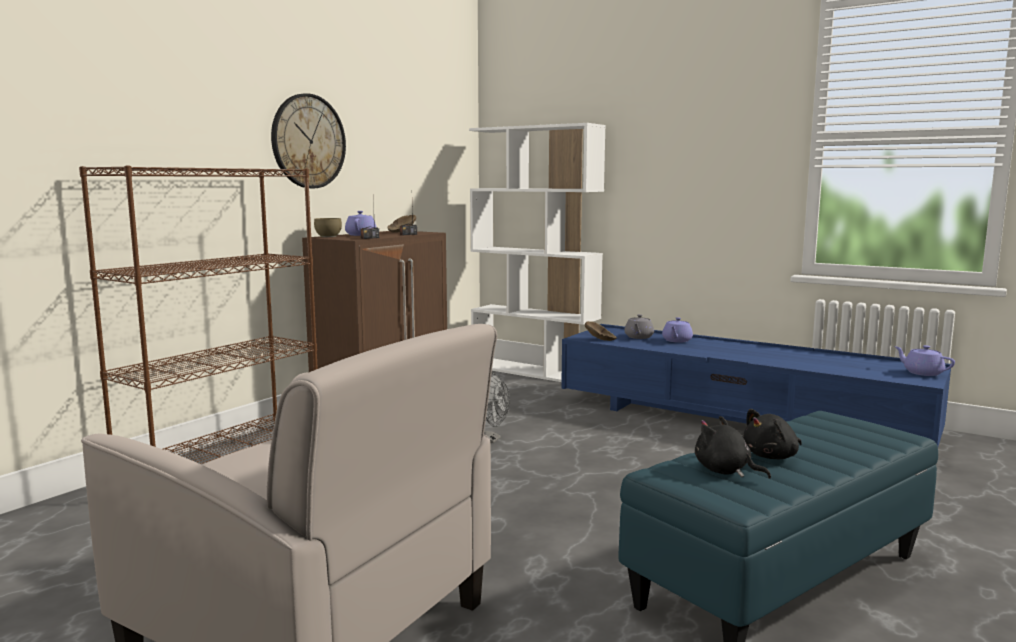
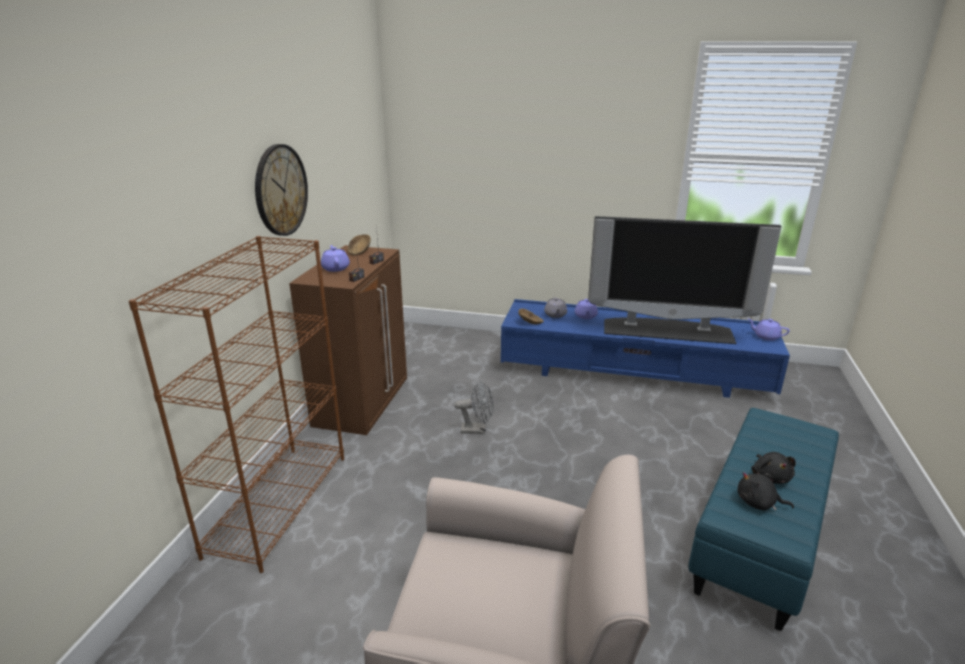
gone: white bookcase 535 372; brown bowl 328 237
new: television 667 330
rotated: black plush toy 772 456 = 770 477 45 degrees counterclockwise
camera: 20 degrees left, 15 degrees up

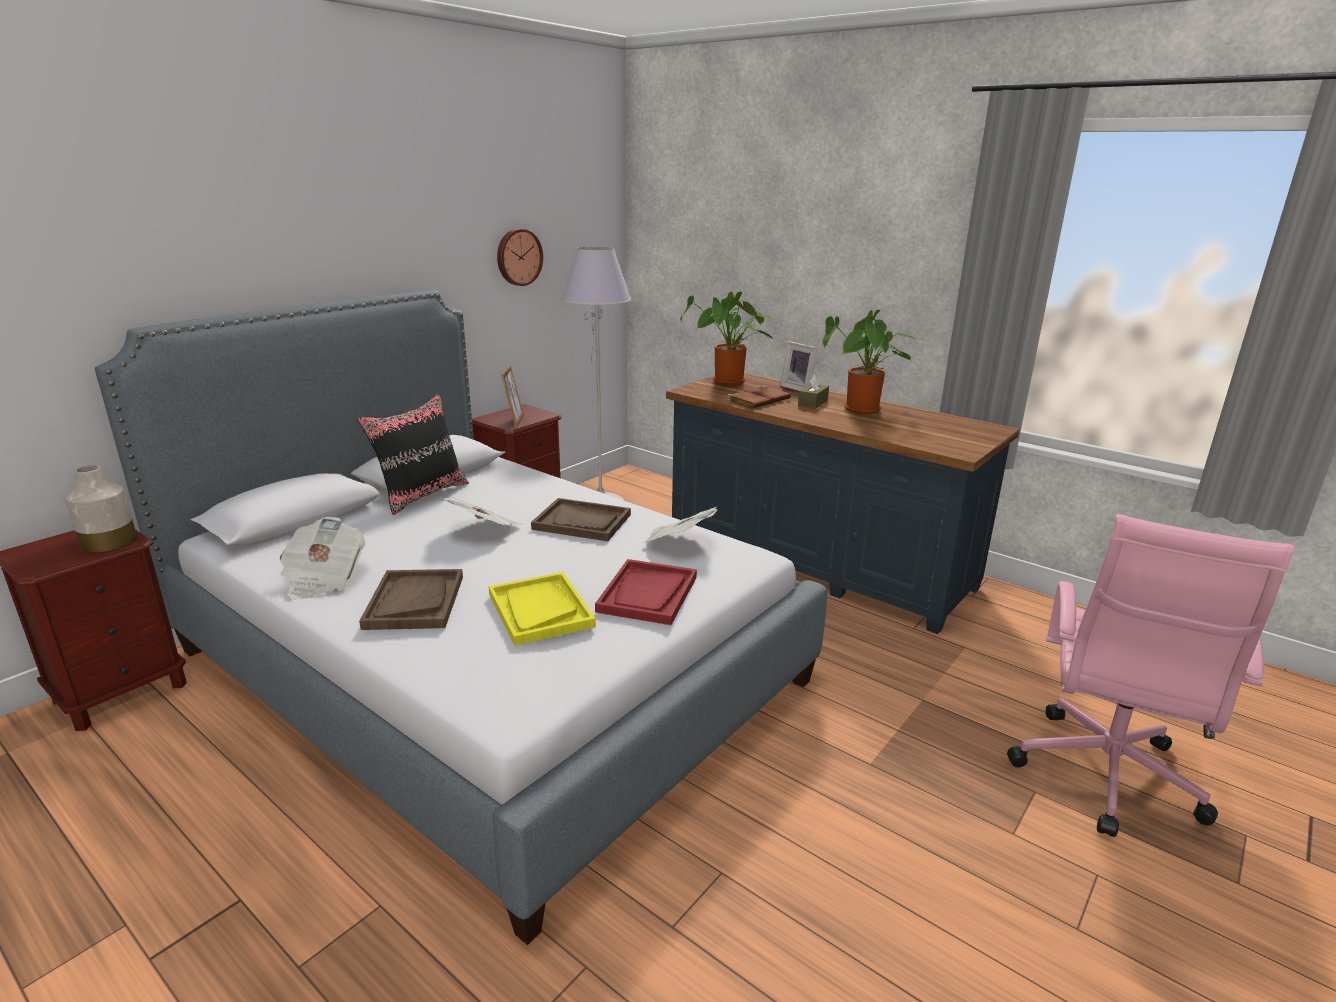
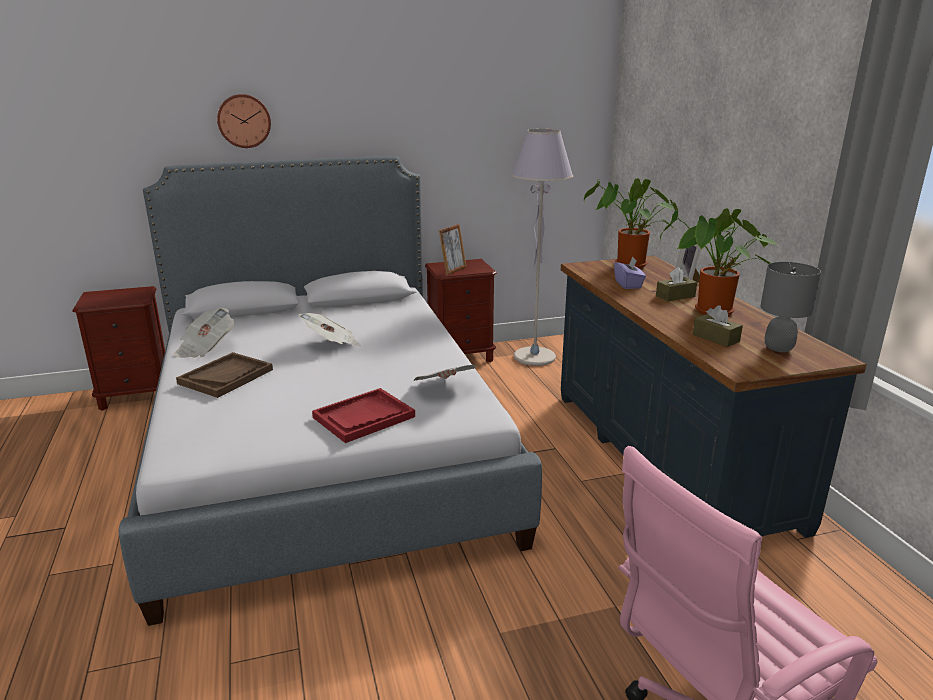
gone: black pillow 422 495; beige vase 109 542; brown tray 582 522; yellow tray 540 610
new: grey table lamp 779 349; brown tissue box 715 338
shifted: wall clock 518 257 to 244 121
swapped: brown book 759 400 to purple tissue box 628 284
camera: 35 degrees right, 0 degrees up

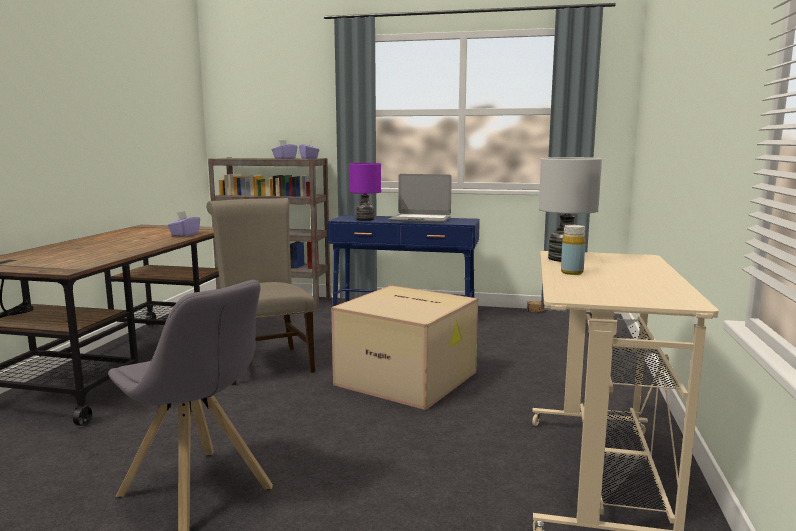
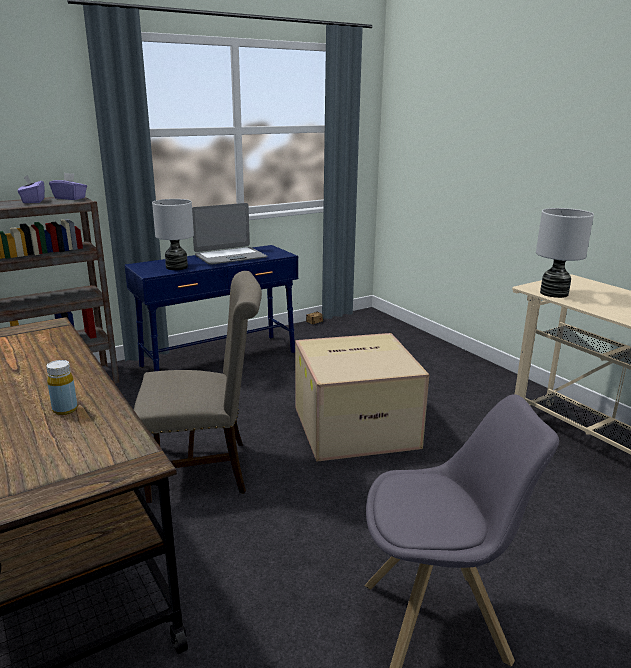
gone: purple tissue box 184 234
shifted: yellow bottle 572 272 to 65 410
repainted: purple table lamp 365 219 to grey table lamp 176 267
rotated: beige chair 264 362 = 206 469 150 degrees clockwise
camera: 45 degrees left, 10 degrees up

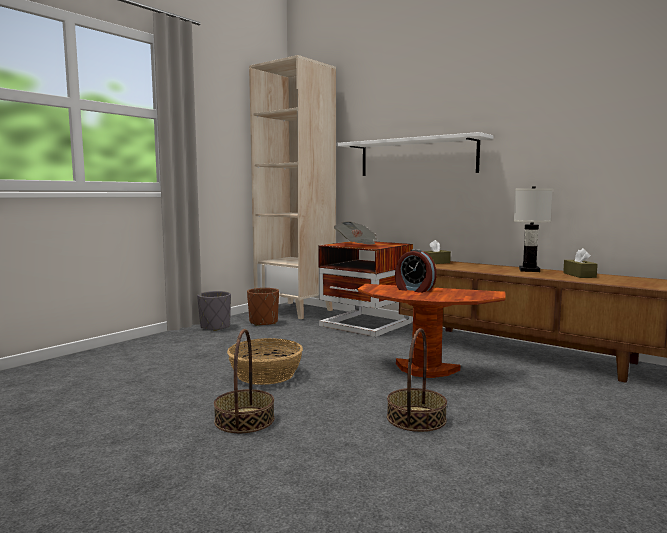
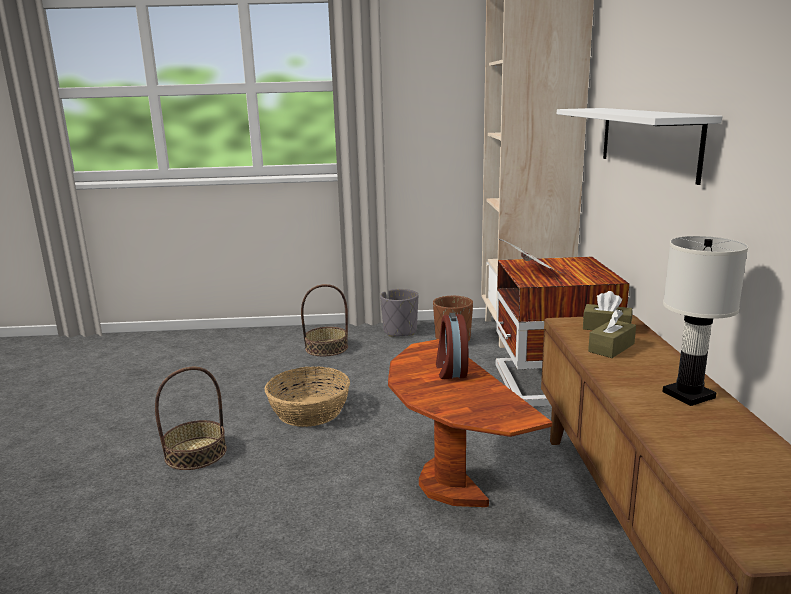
shifted: brown tissue box 579 275 to 611 348; basket 416 418 to 326 348
camera: 50 degrees right, 10 degrees up

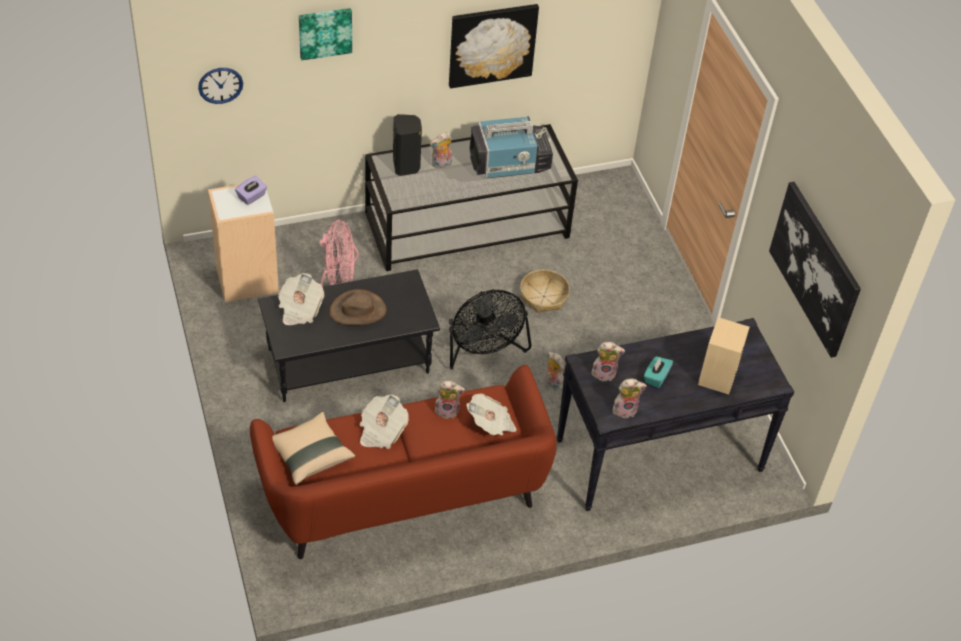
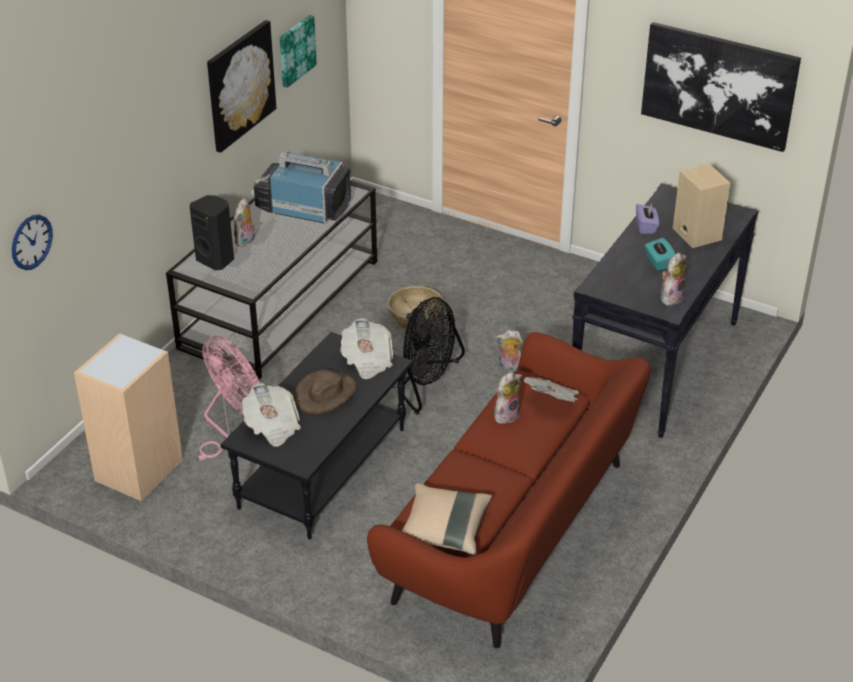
gone: plush toy 604 372
shifted: picture 325 32 to 295 50; purple tissue box 252 197 to 646 227; newspaper 381 431 to 367 361
rotated: television 510 163 = 303 207 105 degrees counterclockwise
camera: 40 degrees left, 10 degrees down

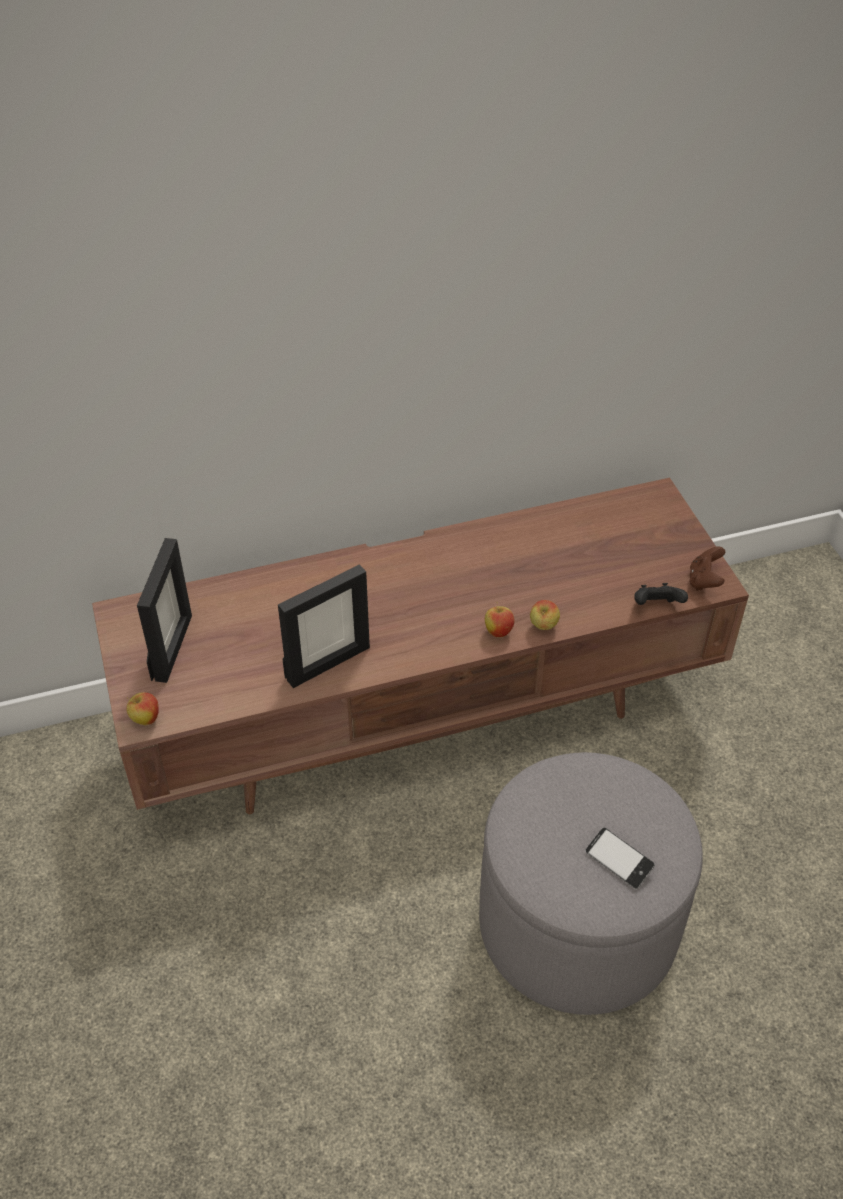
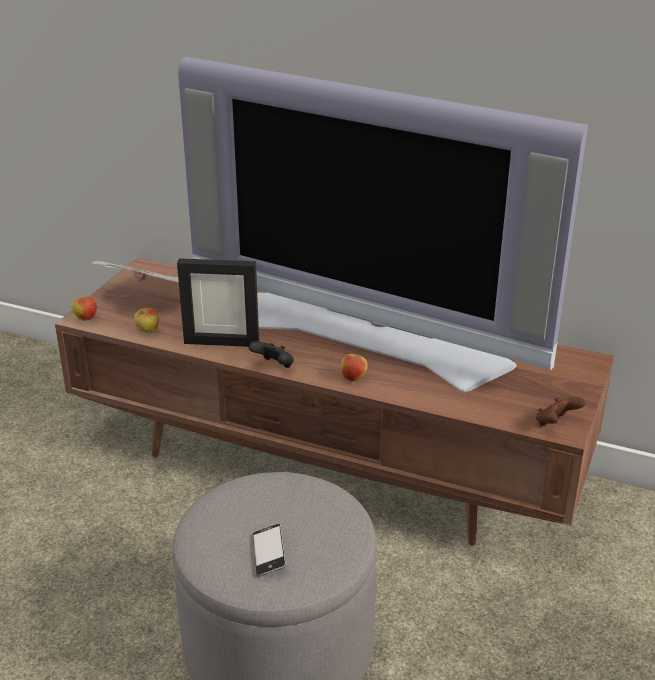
new: television 371 337
shifted: black game controller 656 606 to 274 366; apple 543 626 to 147 331
swapped: picture frame 172 647 to newspaper 147 294
camera: 40 degrees right, 15 degrees down

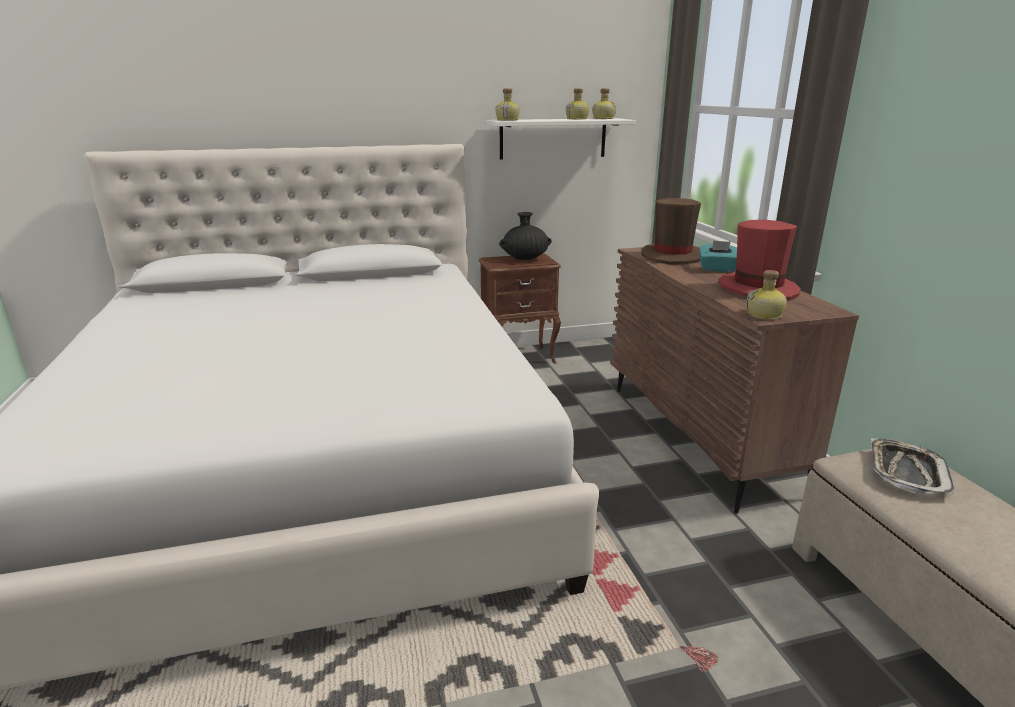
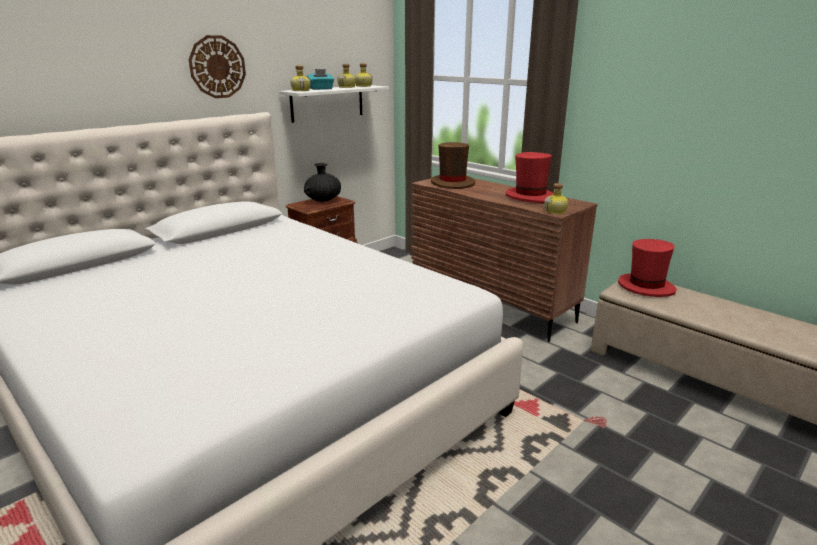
new: wall clock 217 67
shifted: turquoise tissue box 717 269 to 321 89
swapped: tray 906 472 to red hat 646 287
camera: 30 degrees left, 0 degrees up

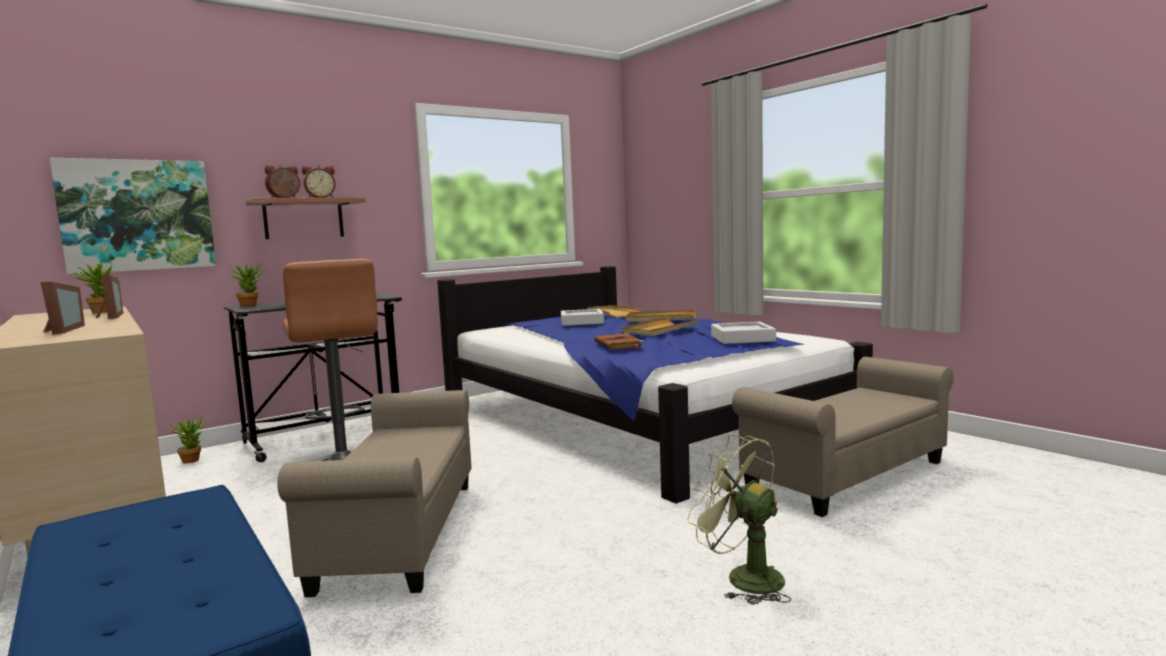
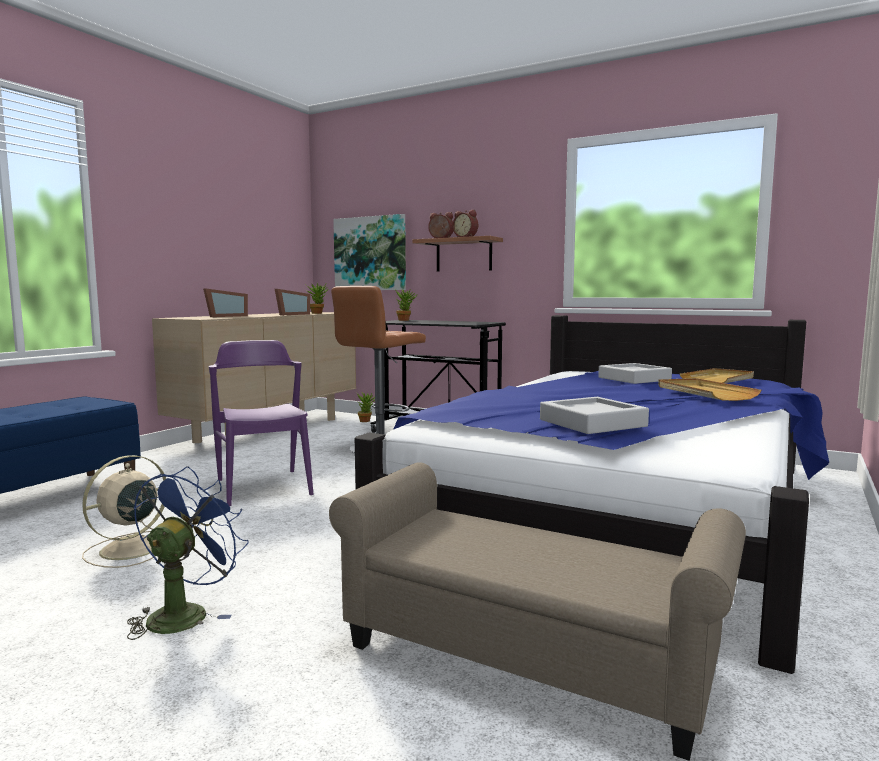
gone: beige tray 659 330; brown book 619 344
new: beige fan 128 549
swapped: beige ottoman 400 532 to purple chair 263 487
repainted: green fan 743 578 to blue fan 184 613
camera: 65 degrees right, 0 degrees up

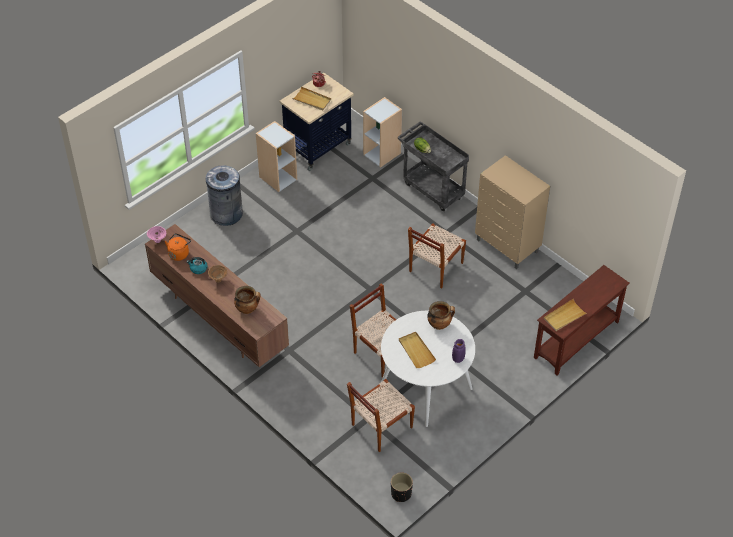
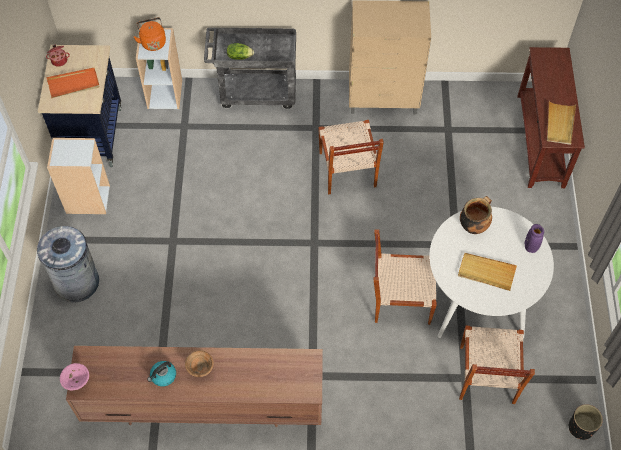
gone: cooking pot 247 309
shifted: orange kettle 179 253 to 153 42
repainted: beige tray 312 100 to orange tray 73 84
camera: 45 degrees left, 10 degrees up

